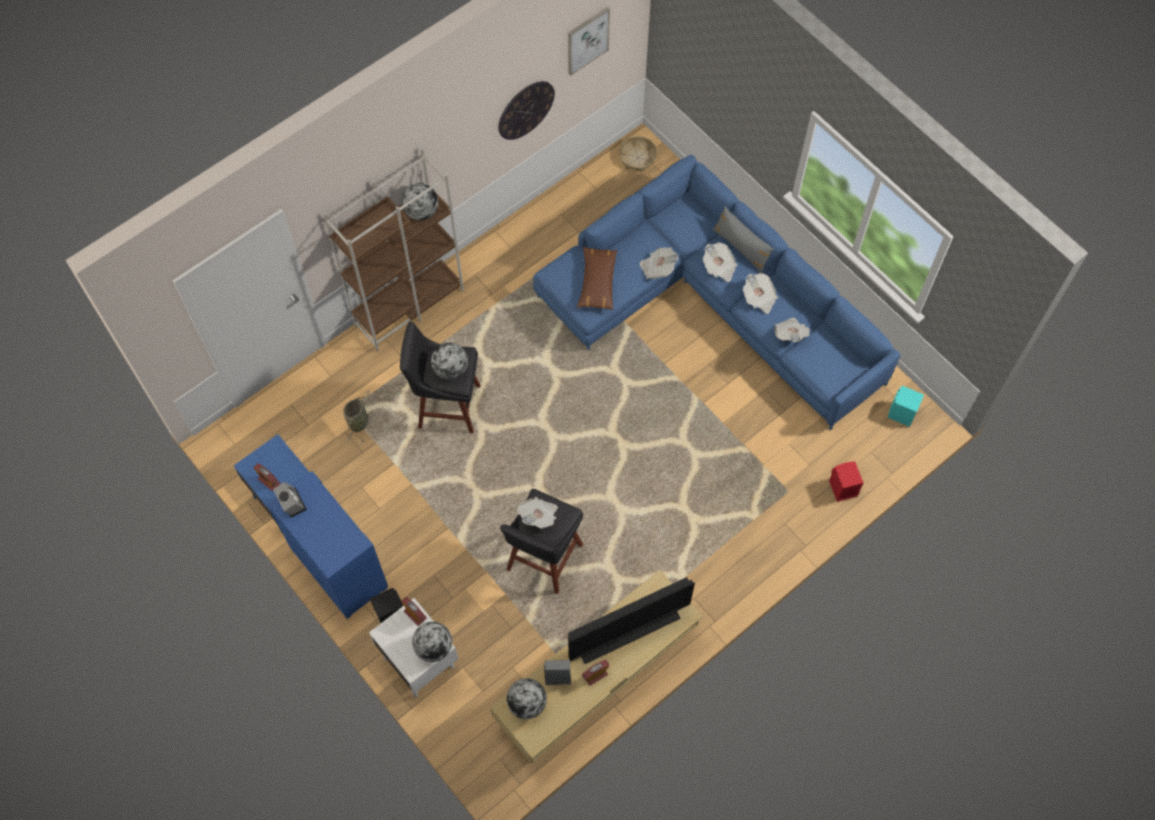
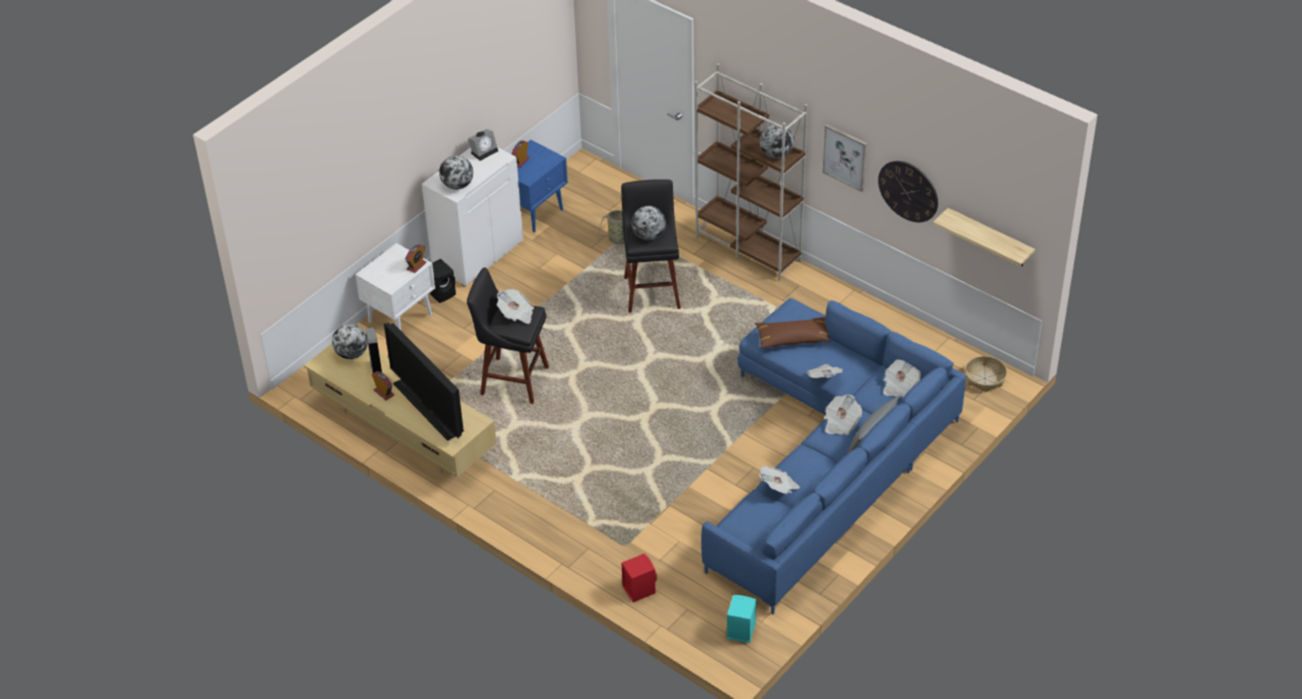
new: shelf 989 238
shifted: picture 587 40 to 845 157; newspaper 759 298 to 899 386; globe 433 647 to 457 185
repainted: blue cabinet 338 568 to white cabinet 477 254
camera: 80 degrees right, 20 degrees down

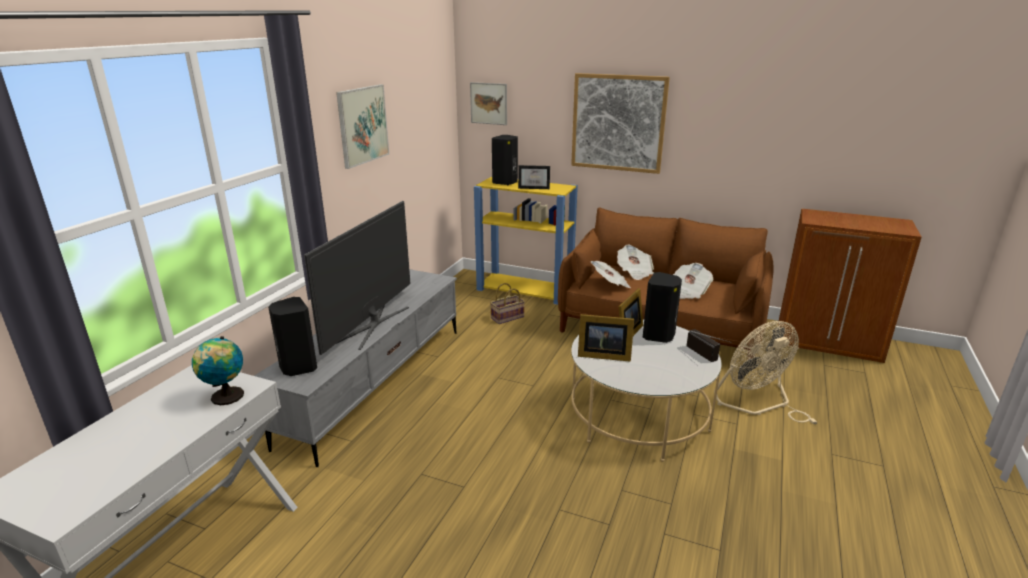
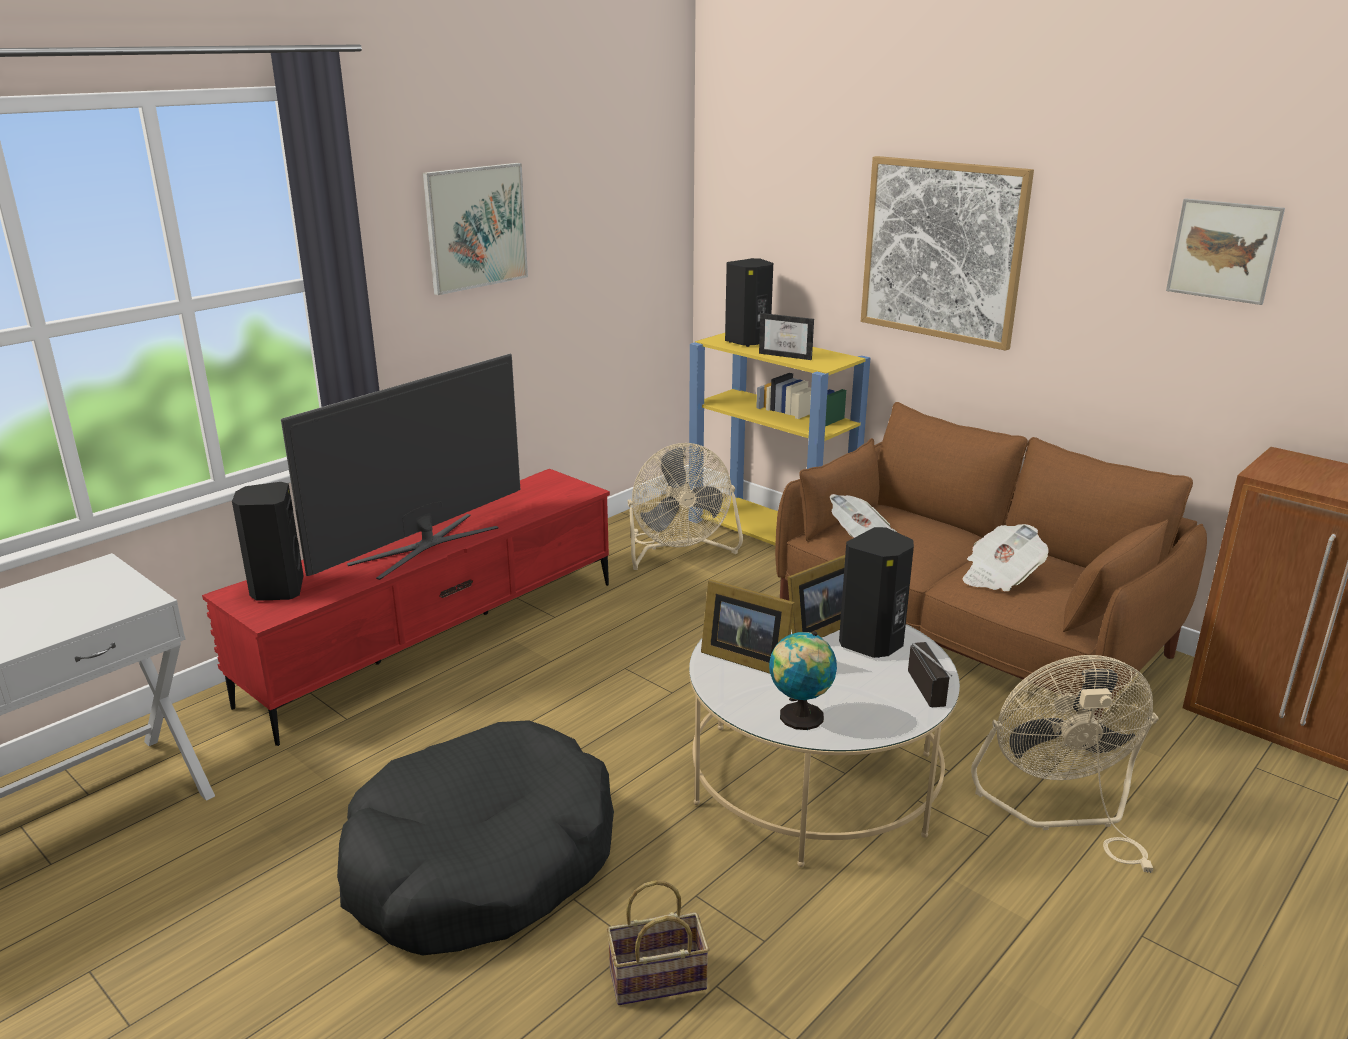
gone: newspaper 634 272
new: beige fan 674 552; black dog bed 481 862
shifted: picture 489 103 to 1223 250; basket 507 318 to 655 980; globe 225 397 to 799 718
repainted: grey tv stand 375 382 to red tv stand 437 639
camera: 20 degrees right, 0 degrees up

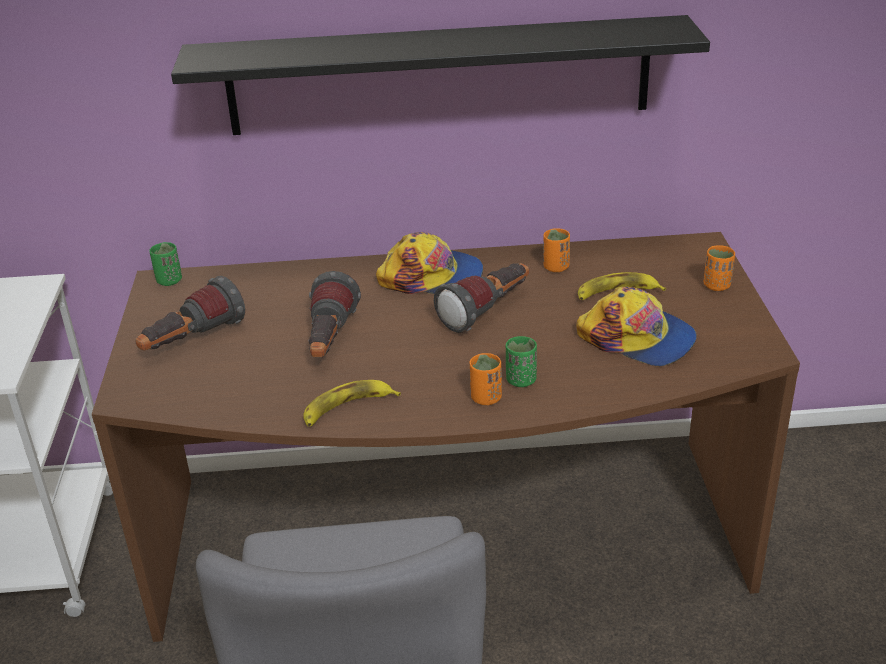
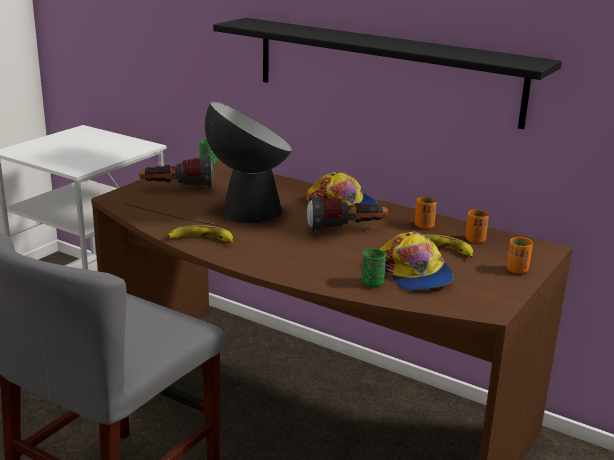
shifted: green cup 521 380 to 372 283; orange cup 486 398 to 475 240
swapped: flashlight 329 342 to table lamp 240 212
camera: 35 degrees right, 10 degrees down

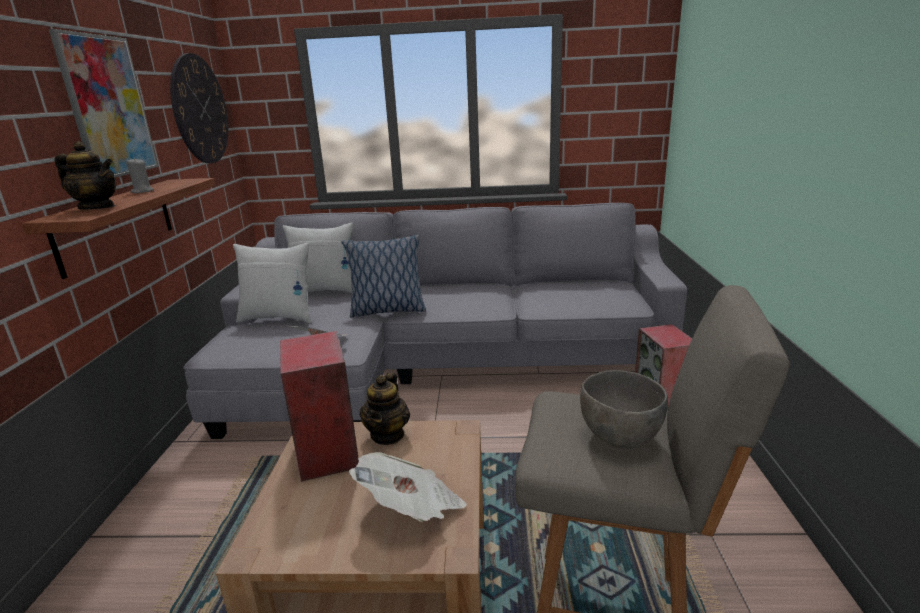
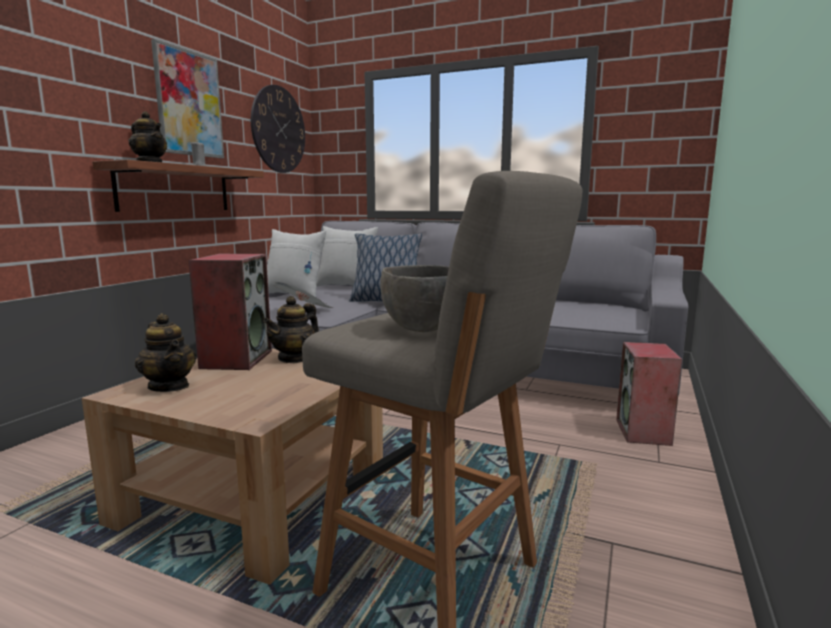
gone: newspaper 412 508
new: teapot 169 386
camera: 20 degrees right, 10 degrees down

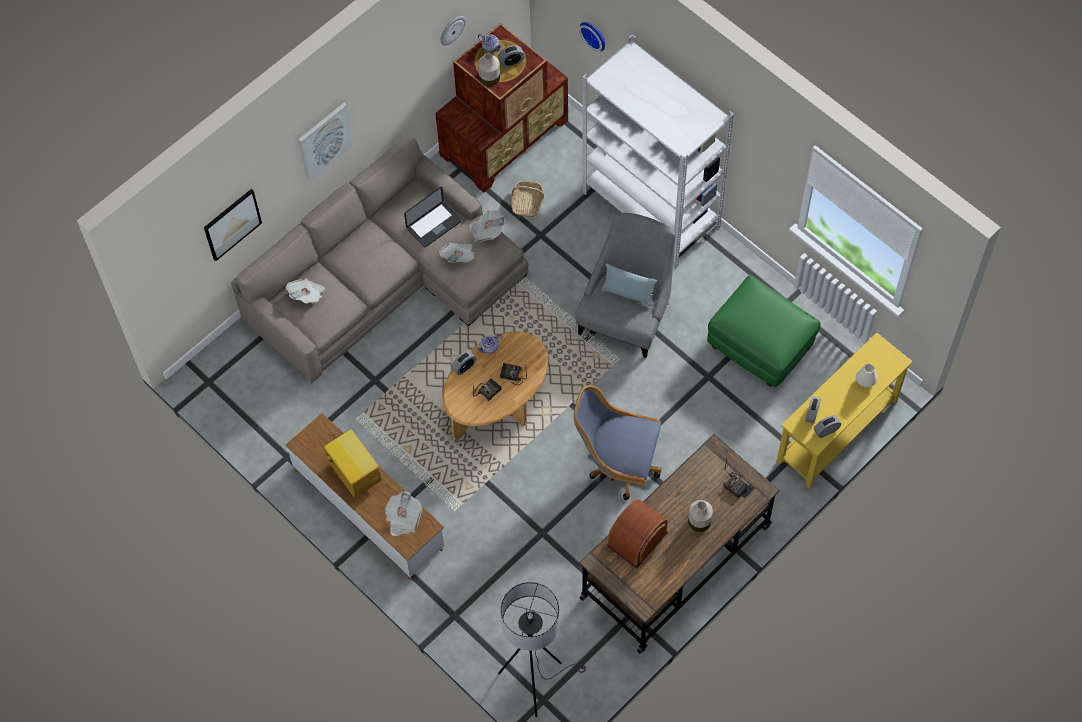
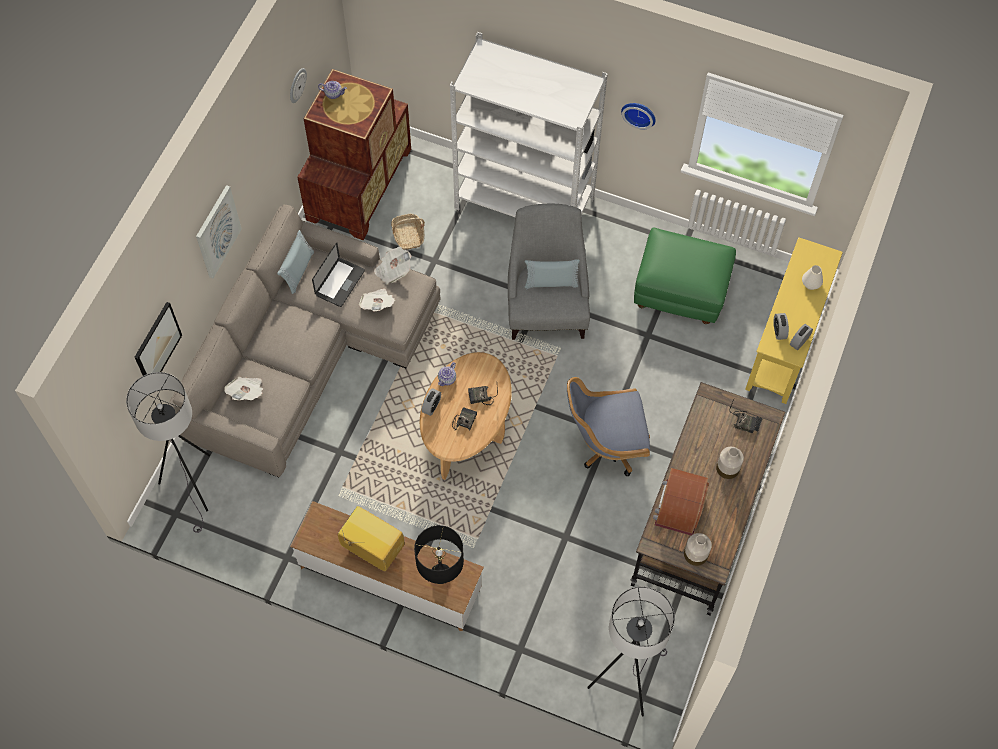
gone: alarm clock 511 62
new: blue pillow 298 271; grey floor lamp 194 486
shifted: wall clock 594 34 to 639 113; beige vase 489 77 to 696 554
swapped: newspaper 403 519 to black table lamp 440 574
camera: 25 degrees left, 0 degrees up

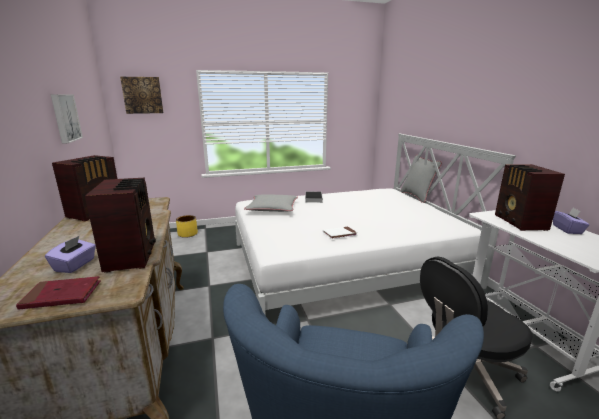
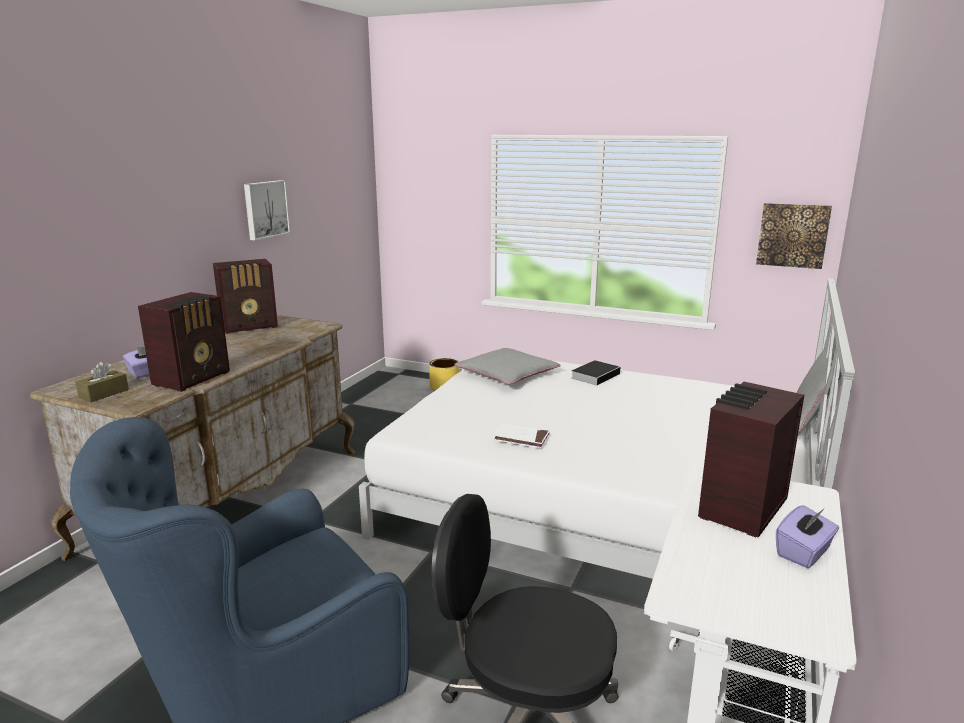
shifted: picture 142 95 to 792 235
swapped: red book 62 295 to brown tissue box 104 393
camera: 40 degrees right, 0 degrees up

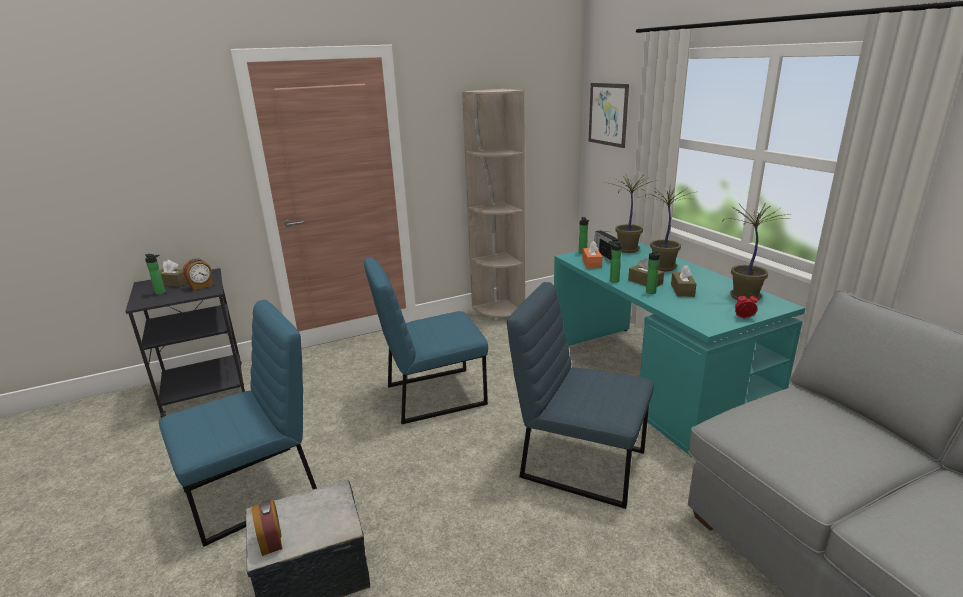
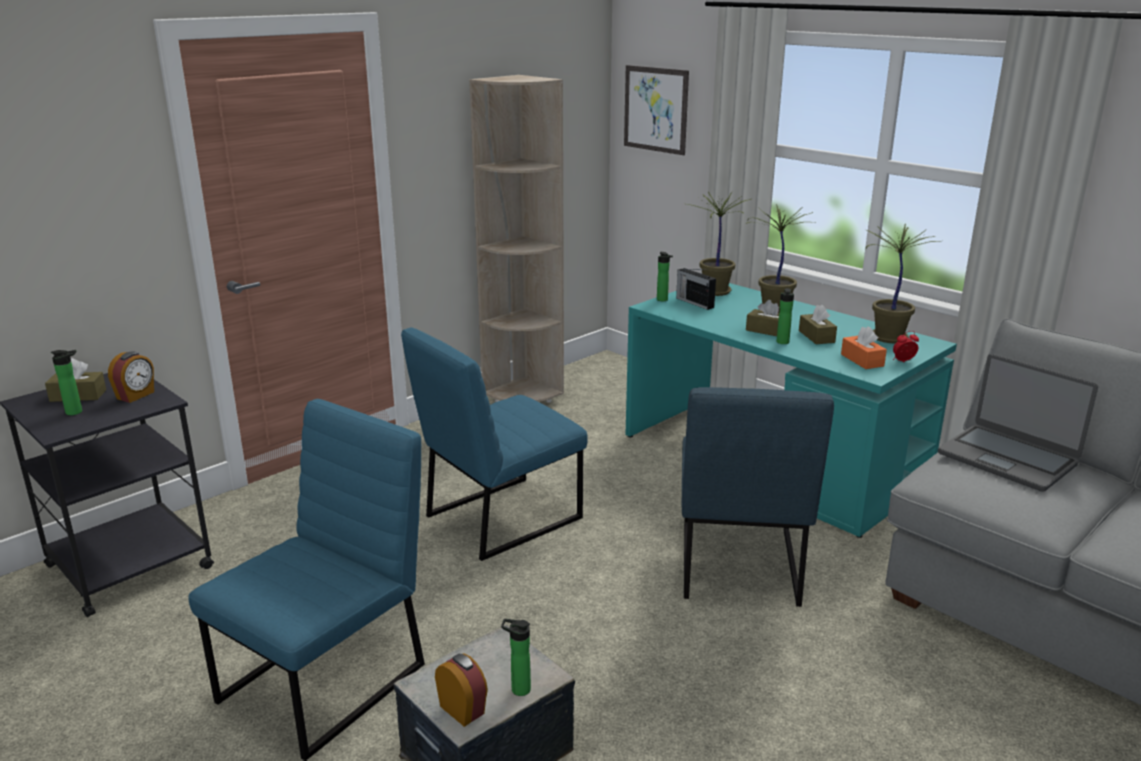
new: laptop 1007 458
shifted: orange tissue box 591 263 to 862 360; bottle 612 280 to 518 689
rotated: blue chair 579 462 = 737 565 90 degrees counterclockwise
camera: 20 degrees left, 0 degrees up

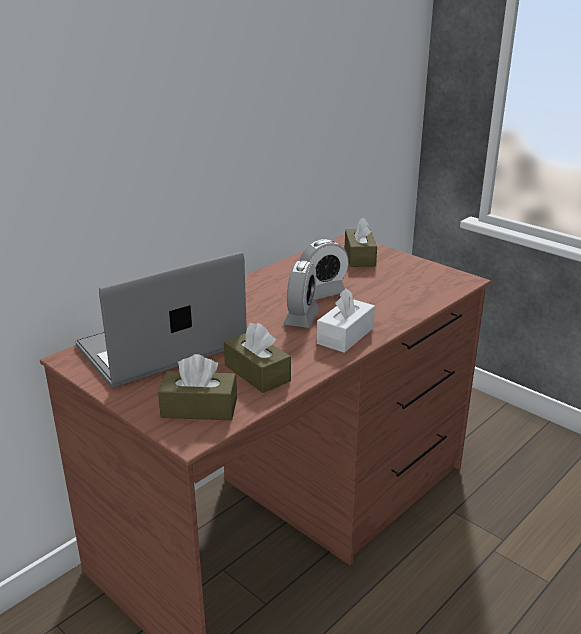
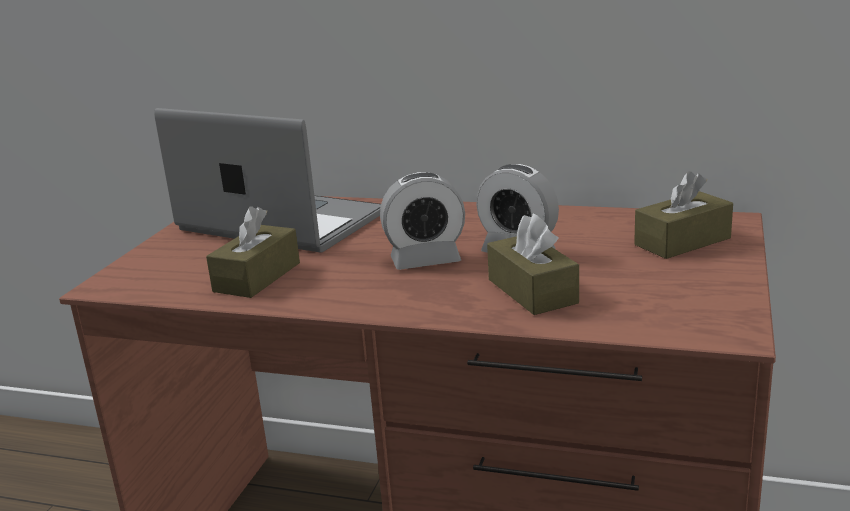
gone: white tissue box 345 336
shifted: brown tissue box 199 408 to 532 291
camera: 65 degrees right, 5 degrees down

